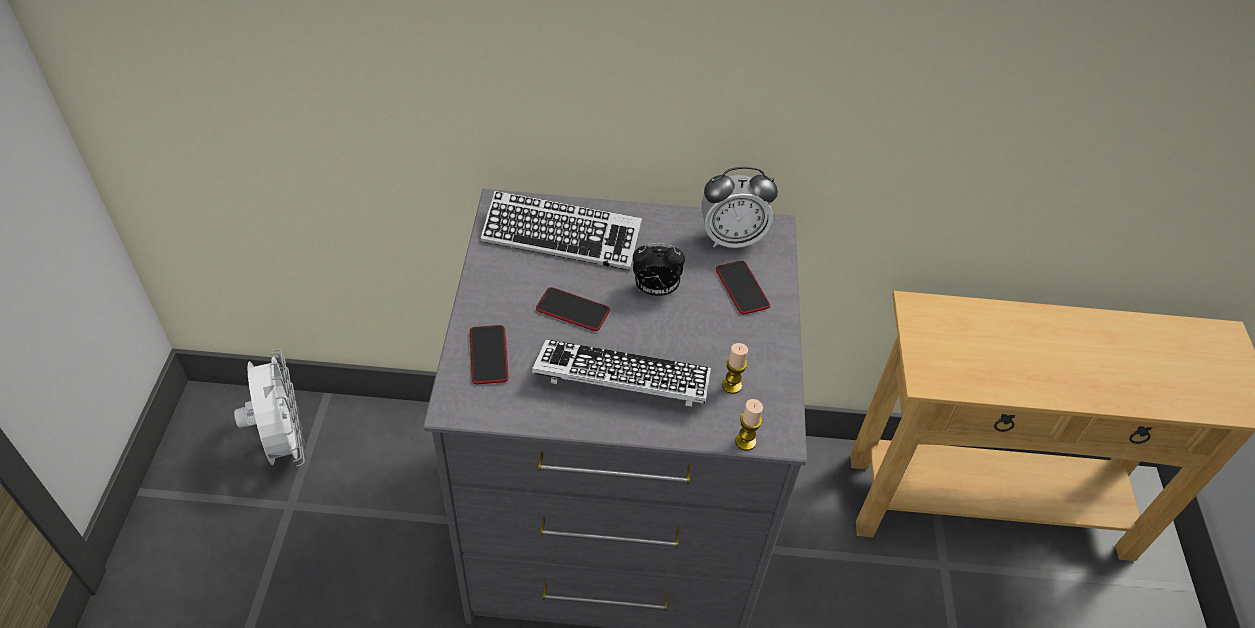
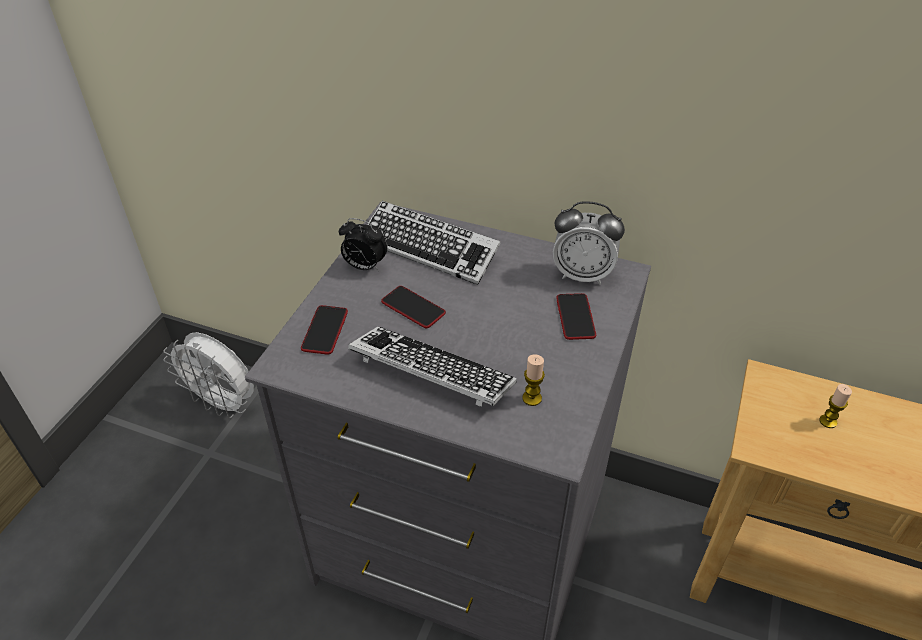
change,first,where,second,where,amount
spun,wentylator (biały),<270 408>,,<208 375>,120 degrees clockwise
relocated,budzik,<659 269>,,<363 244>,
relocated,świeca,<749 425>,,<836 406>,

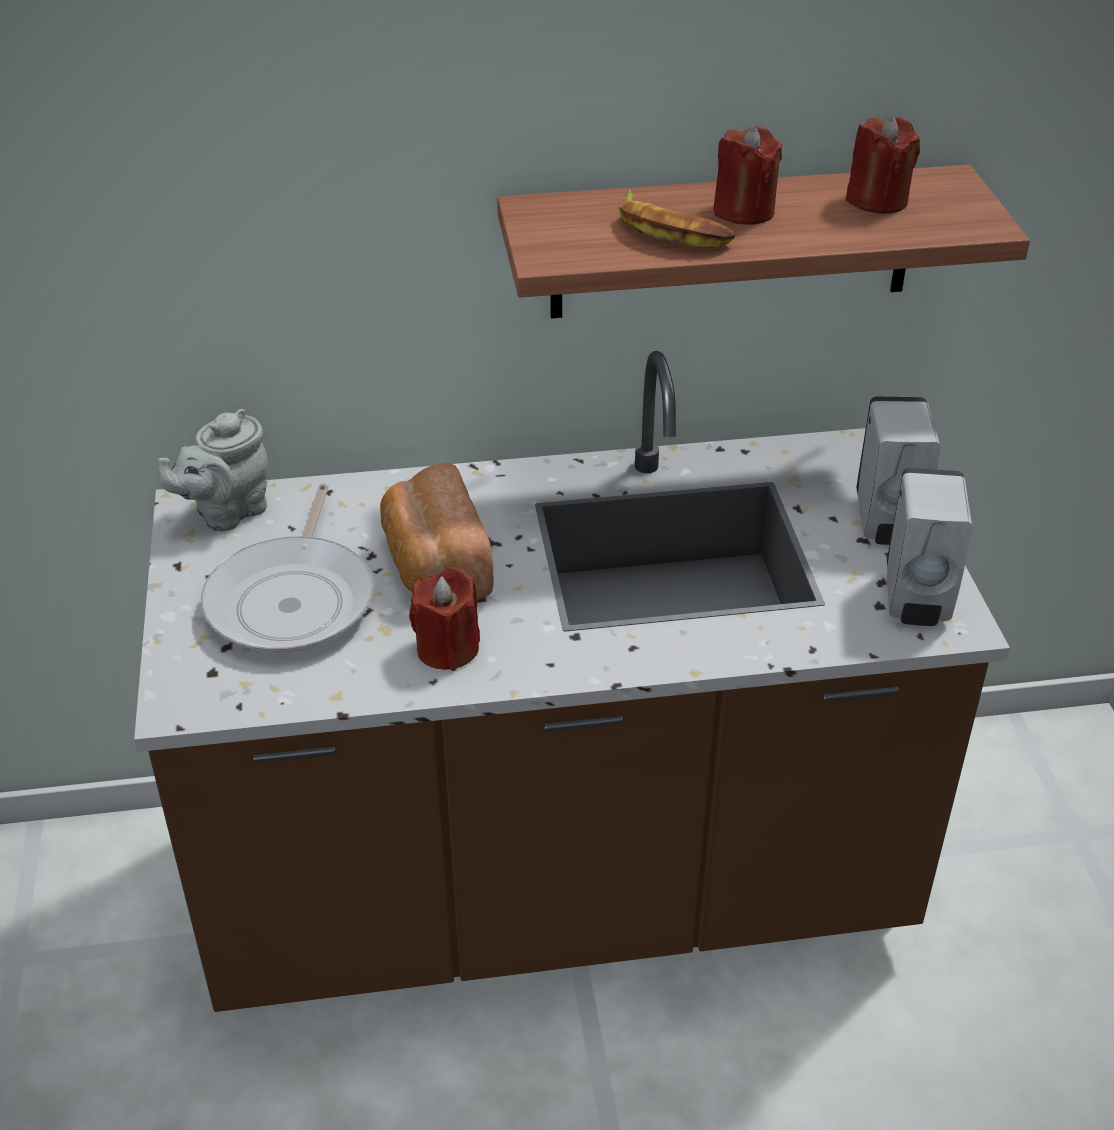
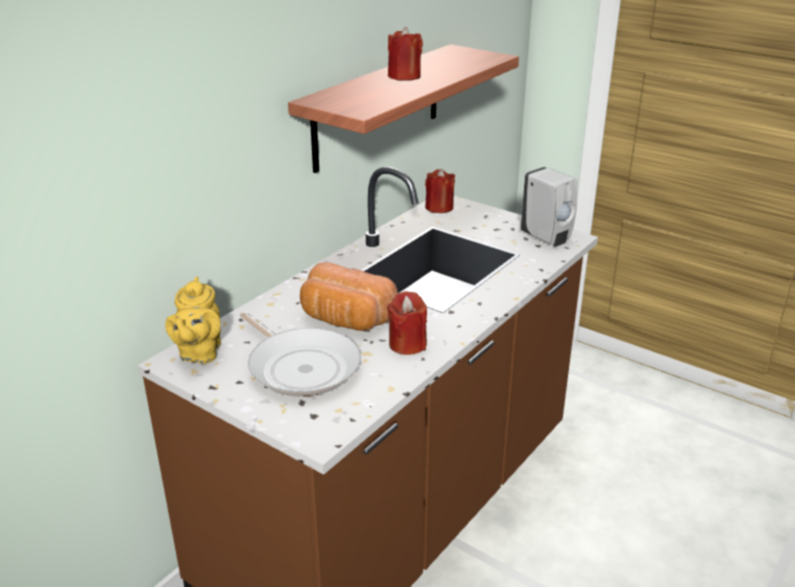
change,first,where,second,where,amount
colour,imbryk (szary),<213 470>,imbryk (żółty),<193 320>,
missing,banan,<677 218>,,,
relocated,świeca (czerwony),<883 165>,,<440 191>,
missing,dozownik mydła (biały),<898 471>,,,

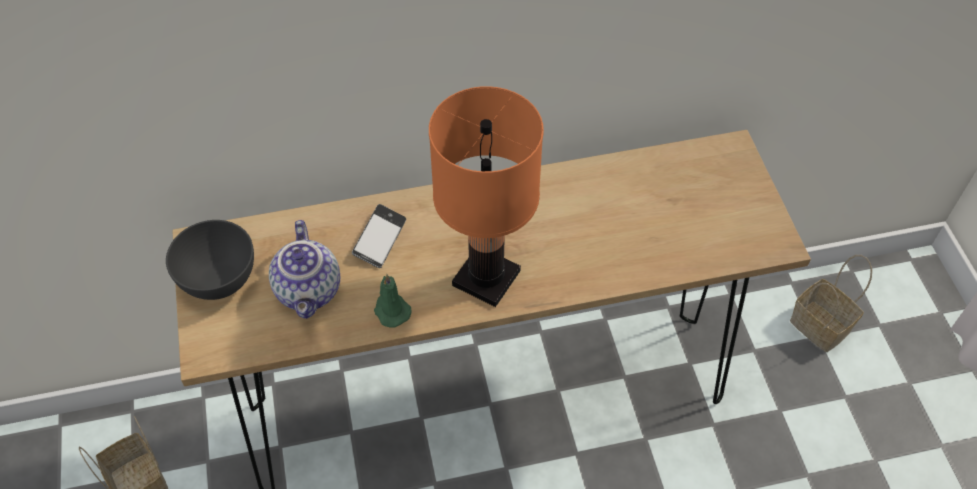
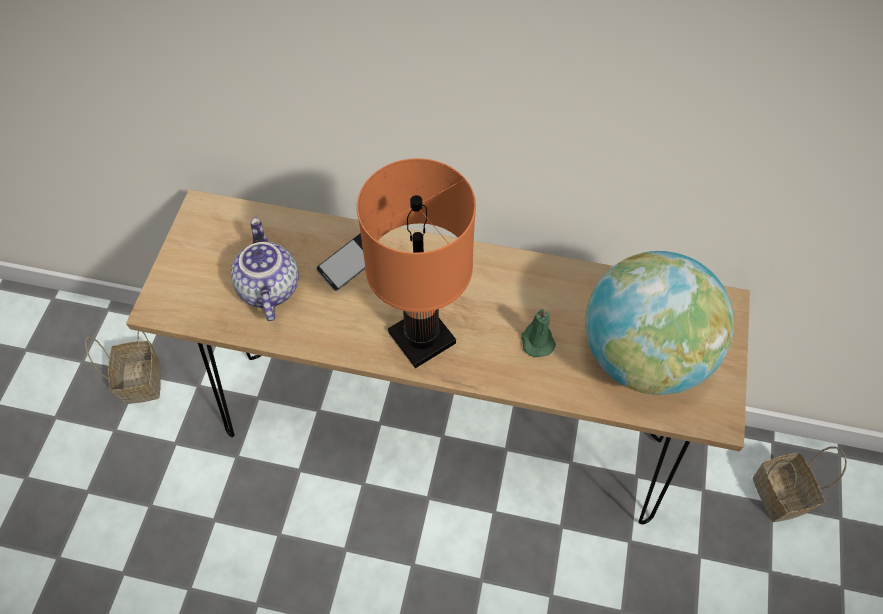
change,first,where,second,where,amount
missing,miska (szary),<210 260>,,,
spun,imbryk,<304 269>,,<265 269>,150 degrees clockwise
relocated,świeca (zielony),<392 301>,,<538 333>,
appeared,,,globus,<659 323>,

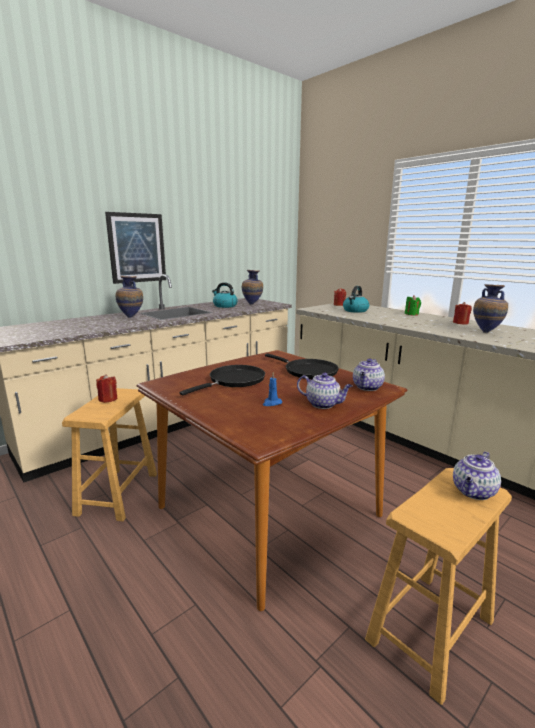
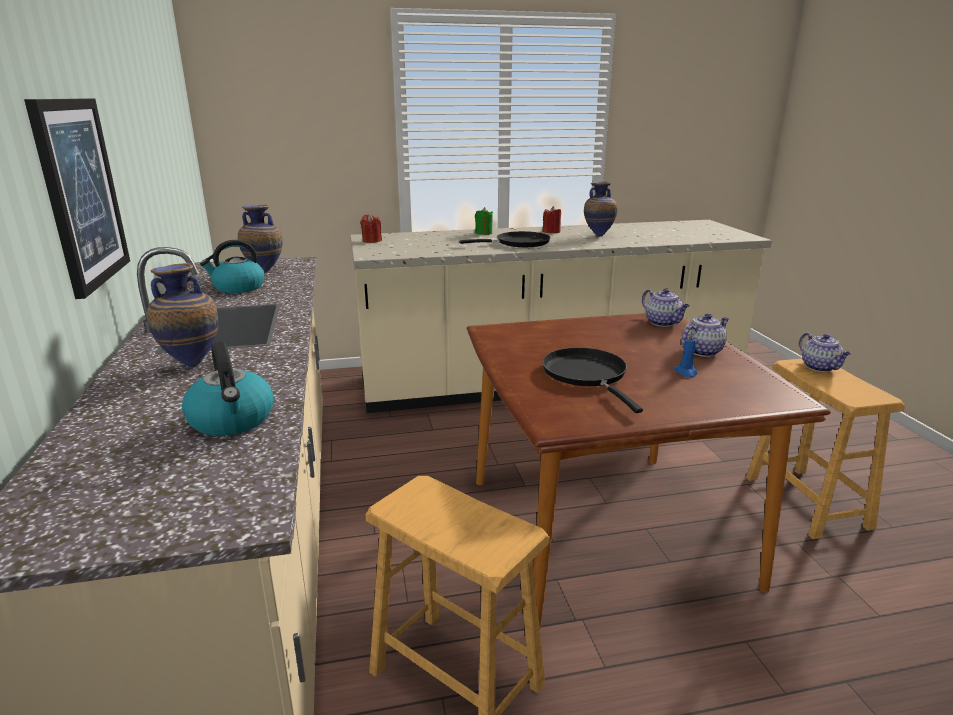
change,first,where,second,where,amount
missing,świeca (czerwony),<106 388>,,,
relocated,patelnia (czarny),<302 366>,,<505 239>,
relocated,czajnik,<356 299>,,<228 389>,

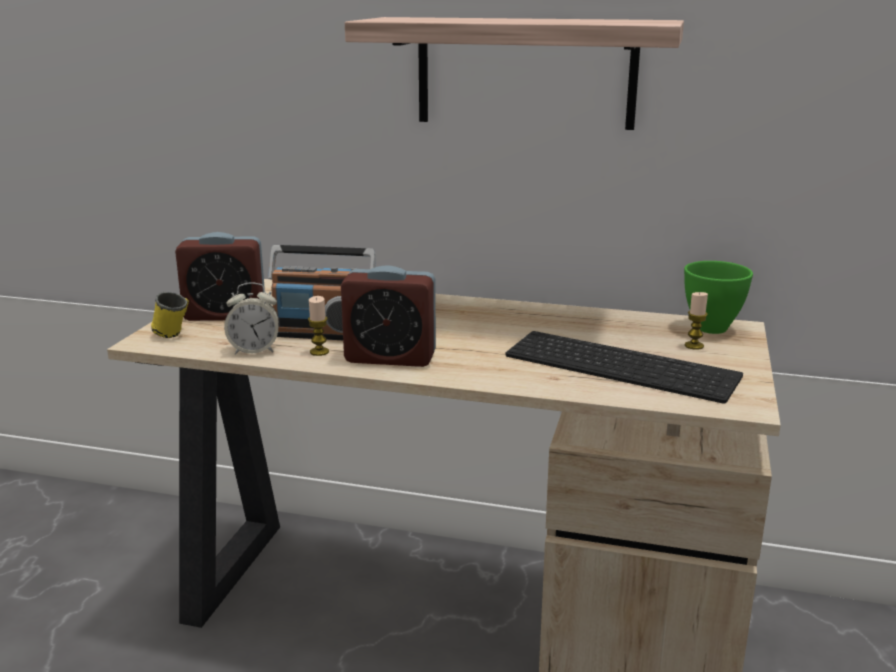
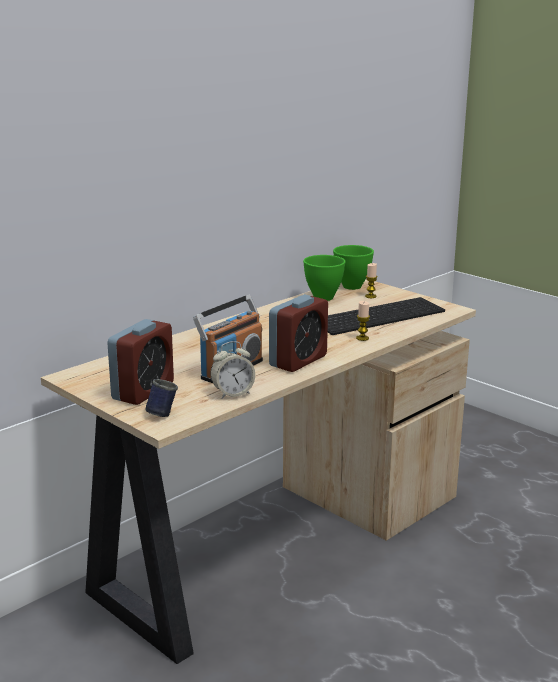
change,first,where,second,where,amount
colour,kubek (żółty),<170 315>,kubek (niebieski),<161 398>,
spun,budzik,<251 318>,,<232 370>,45 degrees clockwise
relocated,świeca,<318 326>,,<363 321>,
missing,półka,<514 73>,,,
appeared,,,miska (zielony),<324 278>,

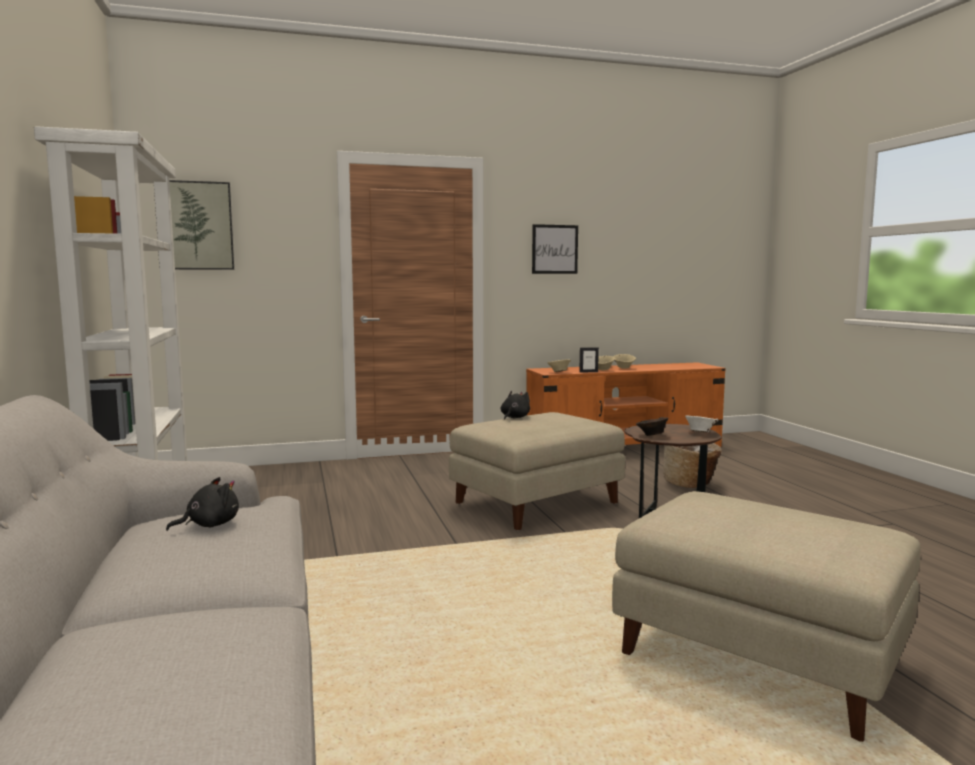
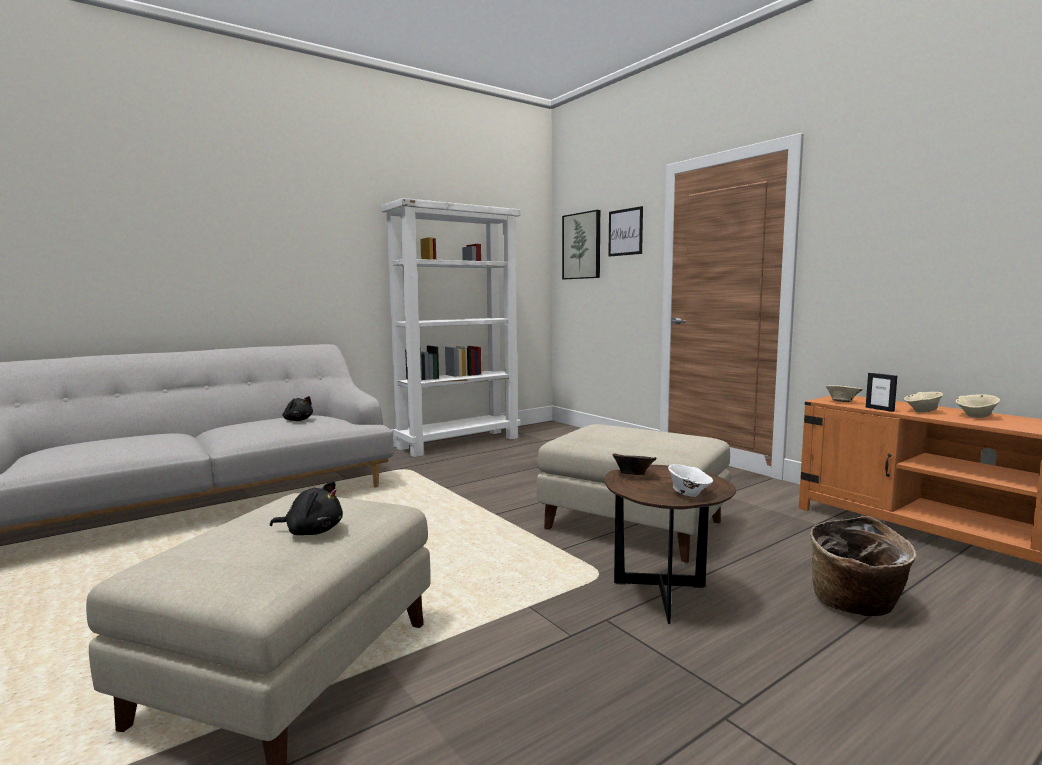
change,first,where,second,where,amount
relocated,pluszak (czarny),<515 405>,,<306 508>,
relocated,obraz,<555 249>,,<625 231>,

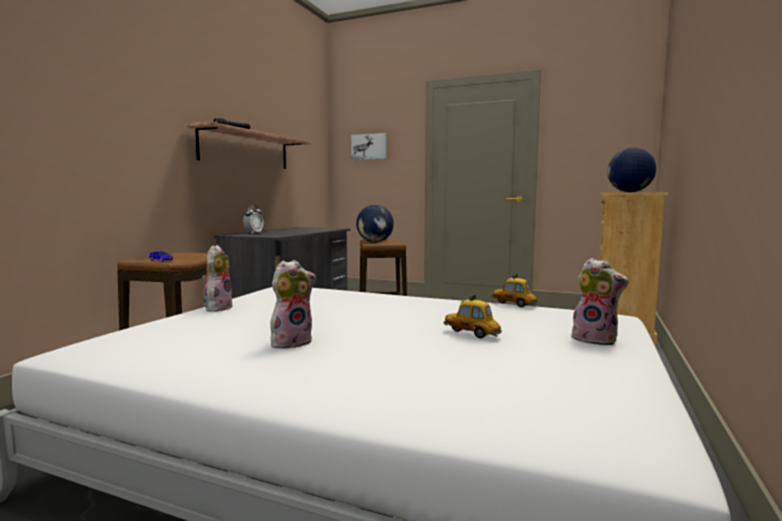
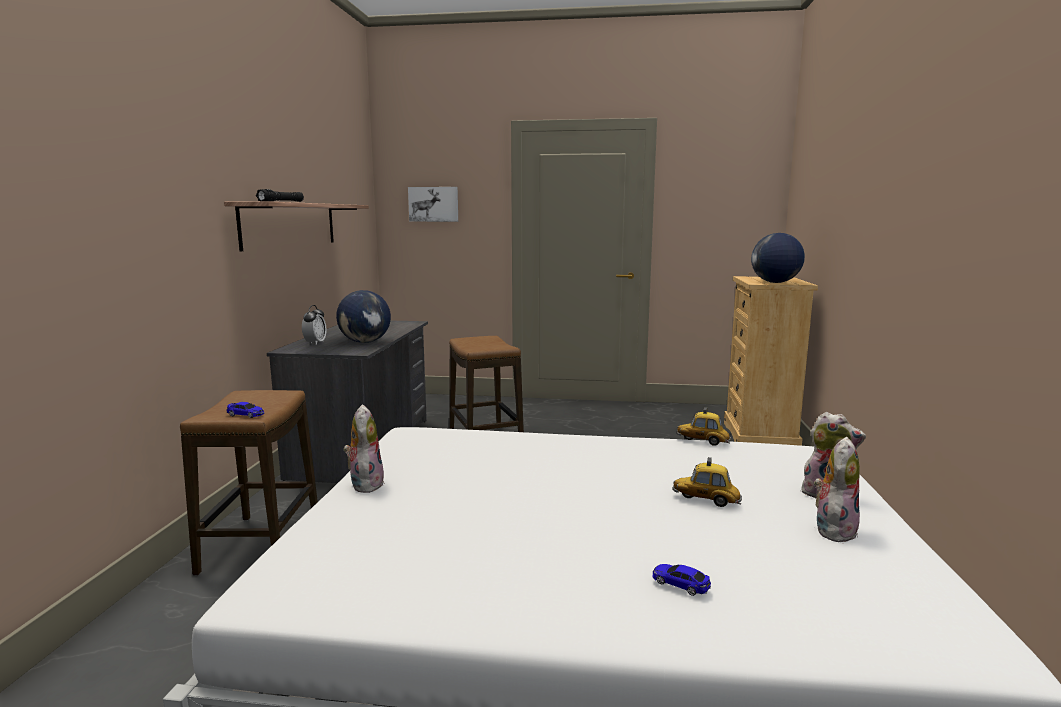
change,first,where,second,where,amount
relocated,pluszak,<293 304>,,<837 489>,
relocated,globus,<375 223>,,<363 316>,
appeared,,,samochodzik,<682 580>,

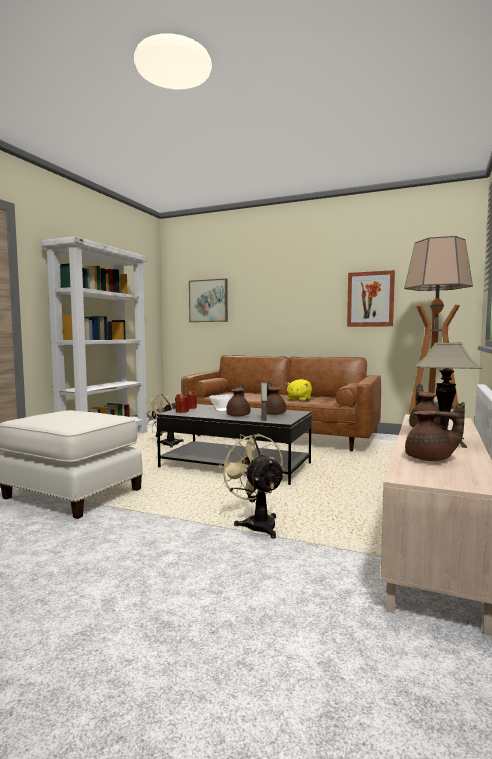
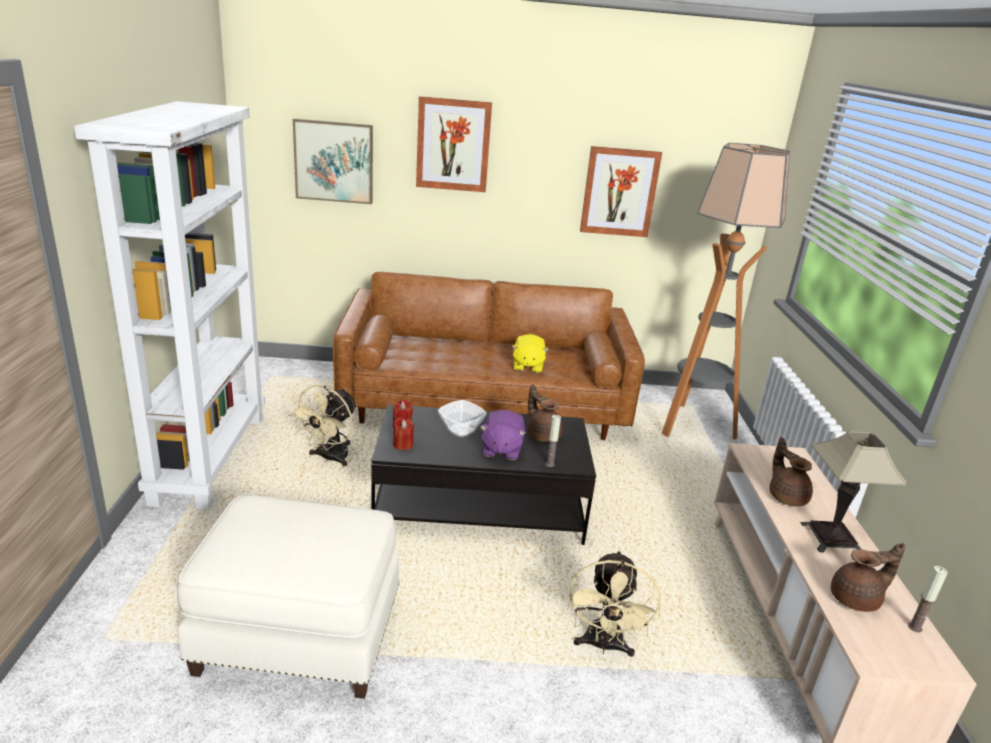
change,first,where,second,where,amount
spun,wentylator (beżowy),<251 486>,,<614 603>,120 degrees counterclockwise
exchanged,imbryk (brązowy),<238 399>,pluszak (fioletowy),<503 435>,
appeared,,,obraz,<454 144>,
appeared,,,świeca,<928 599>,

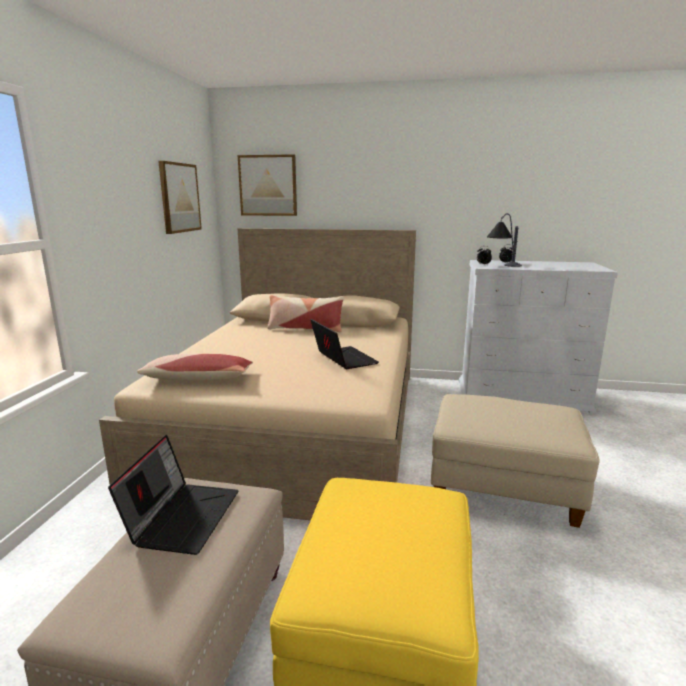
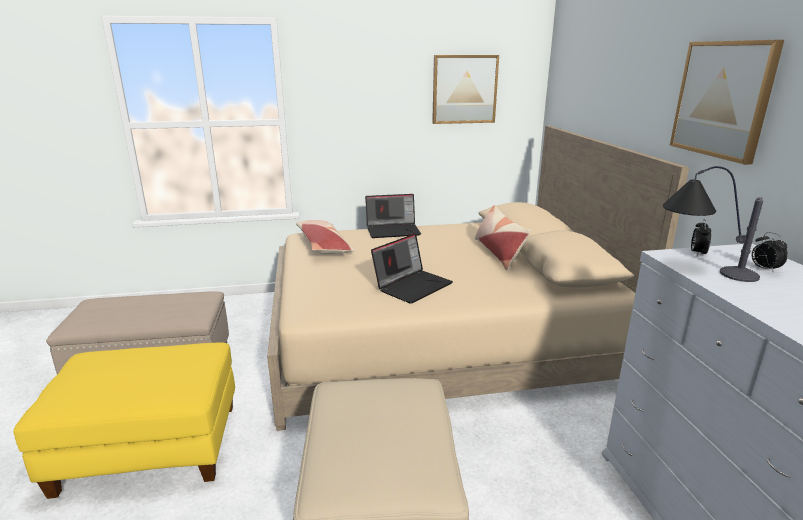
change,first,where,second,where,amount
relocated,laptop,<173 495>,,<393 216>,
relocated,obraz,<267 185>,,<727 102>,

